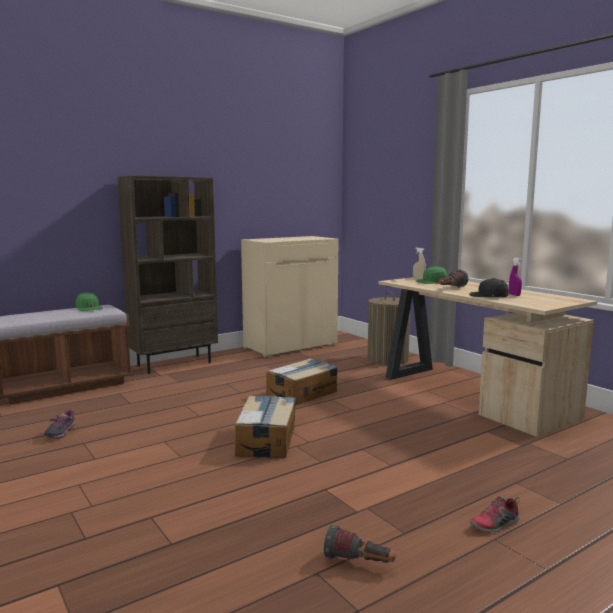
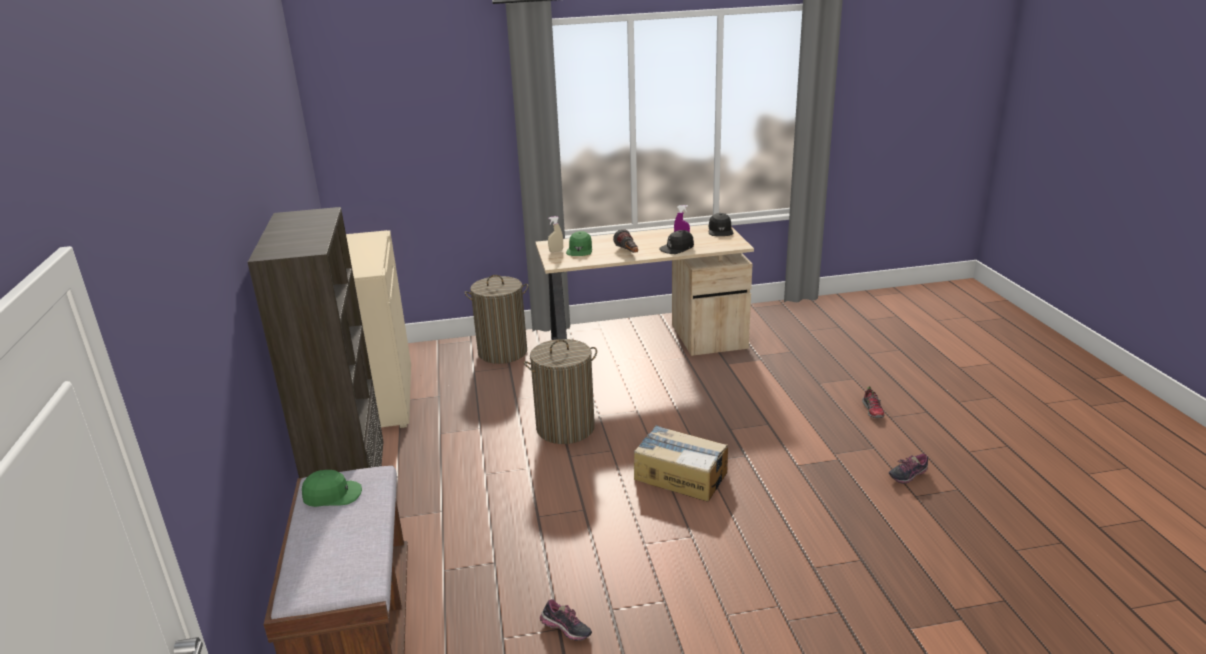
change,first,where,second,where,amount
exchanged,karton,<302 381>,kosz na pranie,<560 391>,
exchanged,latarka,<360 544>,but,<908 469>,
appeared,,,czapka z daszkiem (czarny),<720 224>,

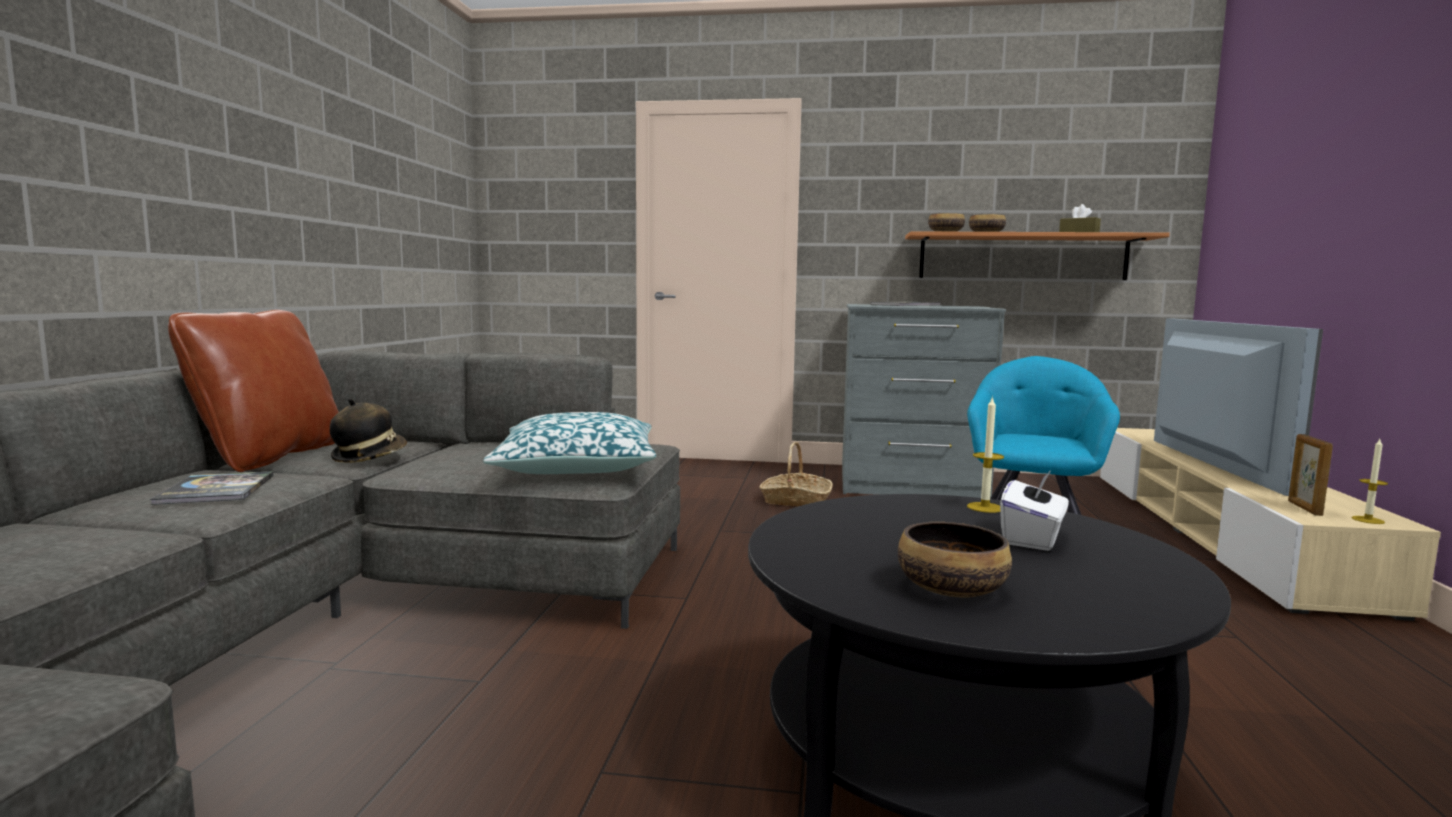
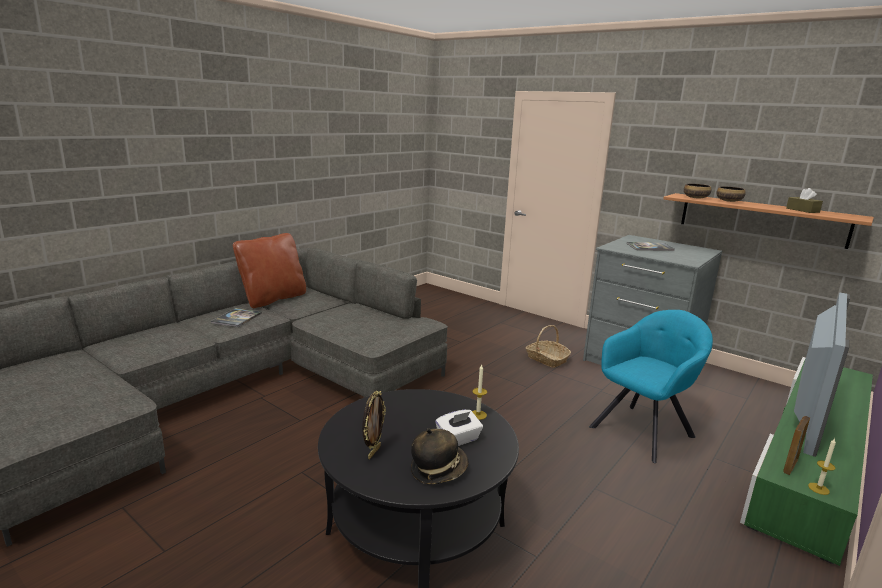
change,first,where,second,where,amount
relocated,kapelusz,<368 430>,,<439 456>,
missing,poduszka,<569 443>,,,
exchanged,miska,<955 559>,ramka na zdjęcie,<374 425>,
colour,szafka pod telewizor (beżowy),<1270 524>,szafka pod telewizor (zielony),<806 461>,

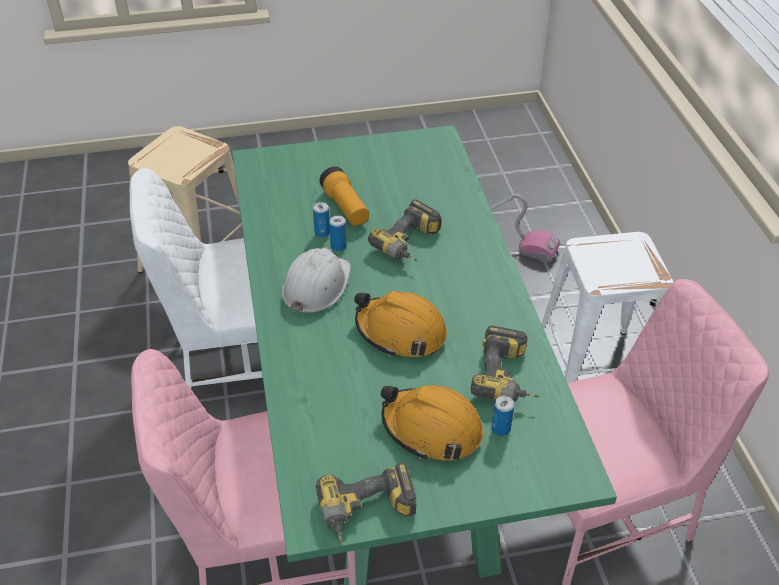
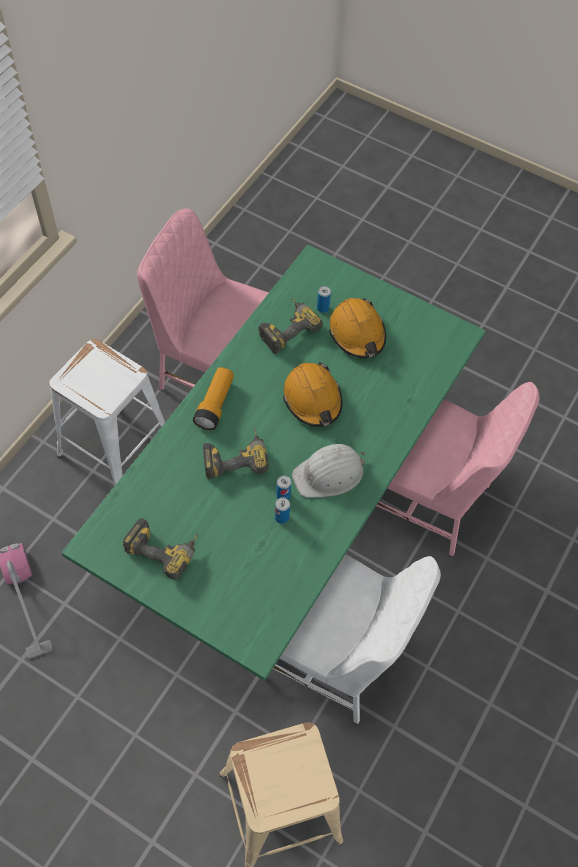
change,first,where,second,where,amount
relocated,wiertarka,<366 503>,,<160 549>,
relocated,latarka,<344 196>,,<213 398>,

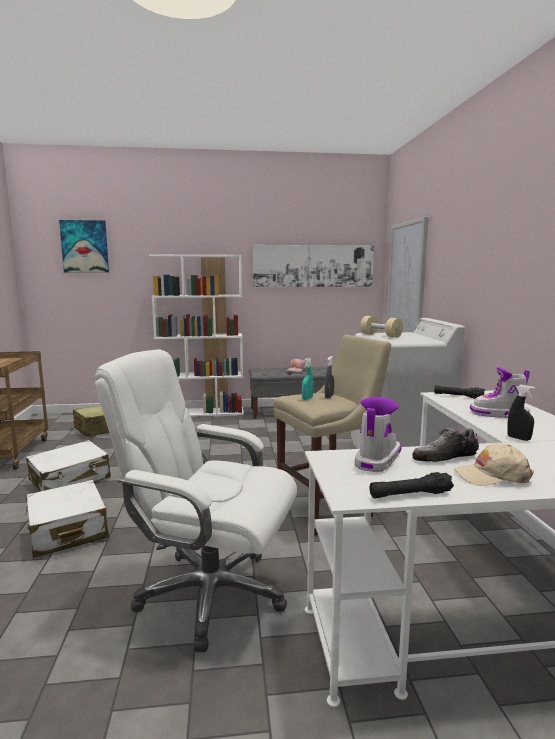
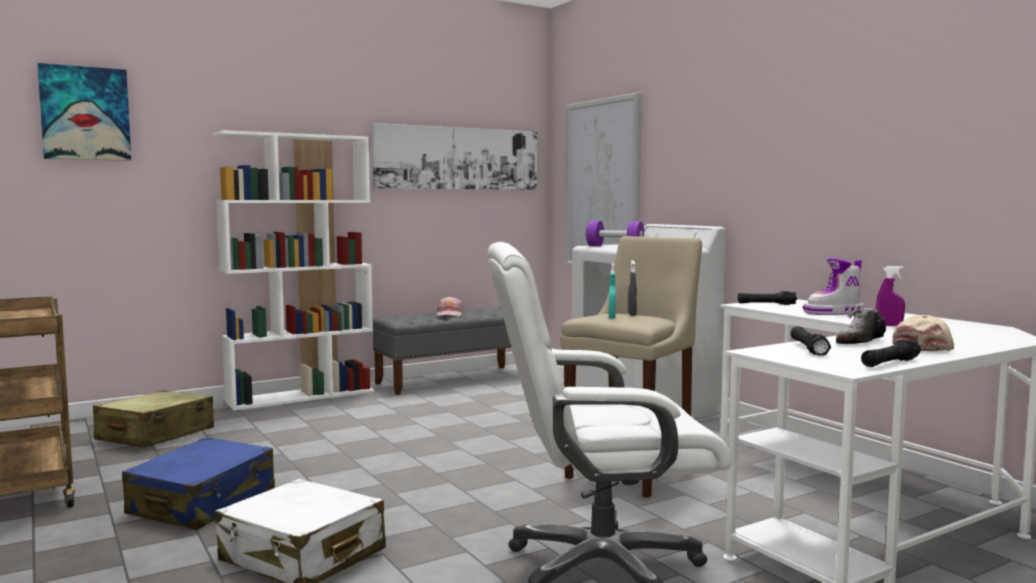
change,first,where,second,where,amount
colour,walizka (biały),<68 465>,walizka (niebieski),<198 483>,
exchanged,but z cholewką,<378 434>,latarka (czarny),<811 340>,
colour,hantel (beżowy),<381 327>,hantel (fioletowy),<615 233>,
spun,czapka z daszkiem (beżowy),<494 464>,,<923 333>,150 degrees clockwise
colour,spryskiwacz (czarny),<521 413>,spryskiwacz (fioletowy),<890 296>,

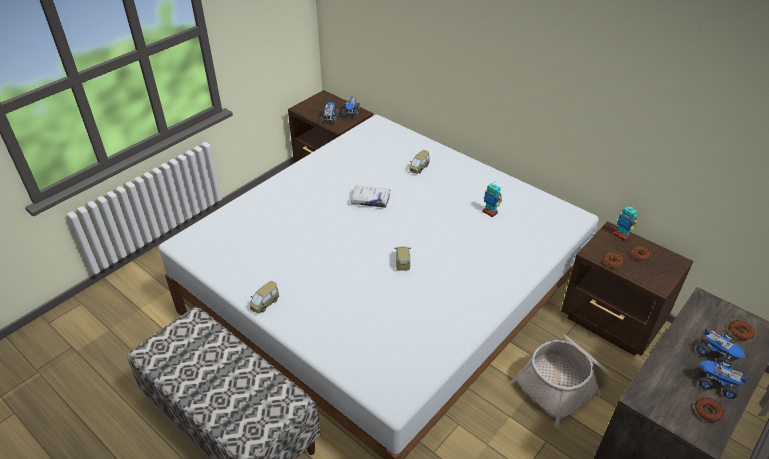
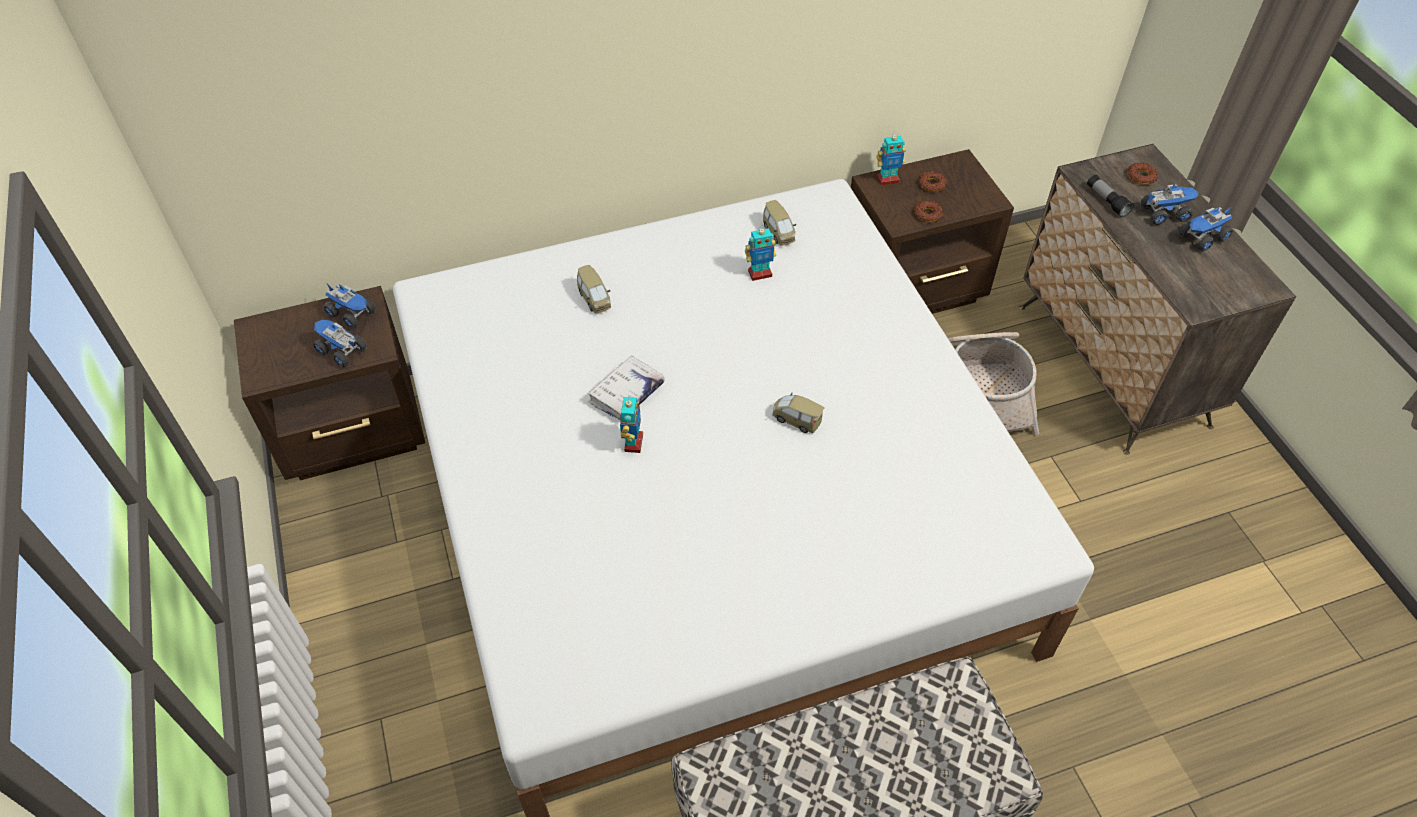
change,first,where,second,where,amount
relocated,samochodzik,<264 297>,,<779 223>,
missing,donut,<709 410>,,,
appeared,,,robot zabawkowy,<631 424>,
appeared,,,latarka,<1110 196>,

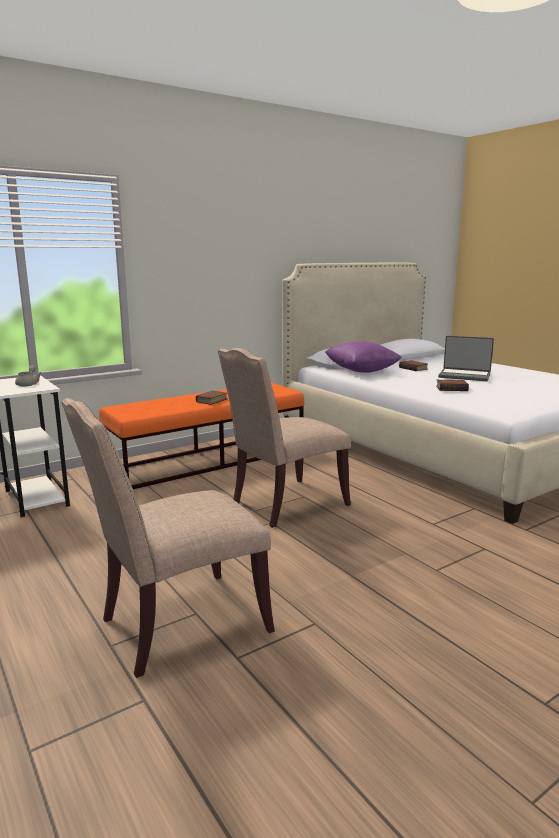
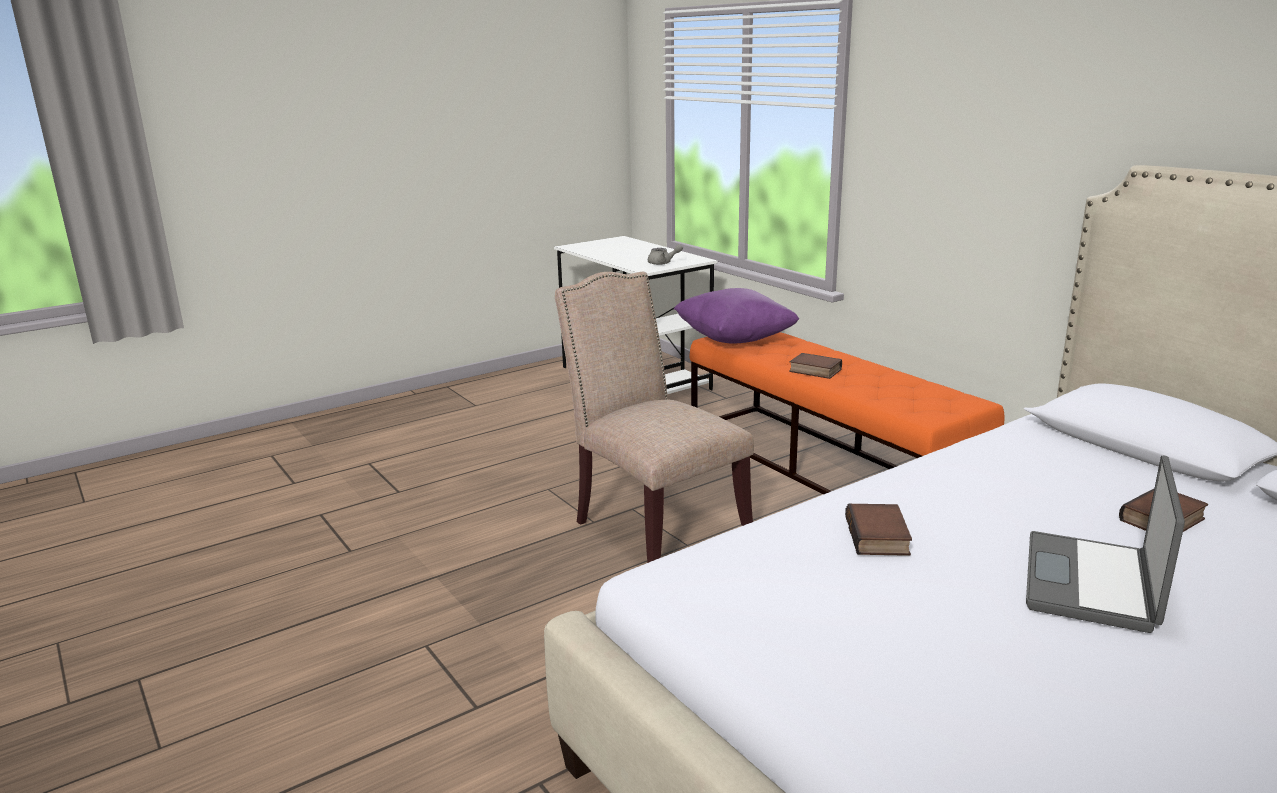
change,first,where,second,where,amount
missing,krzesło (beżowy),<168 538>,,,
relocated,poduszka (fioletowy),<363 357>,,<736 315>,

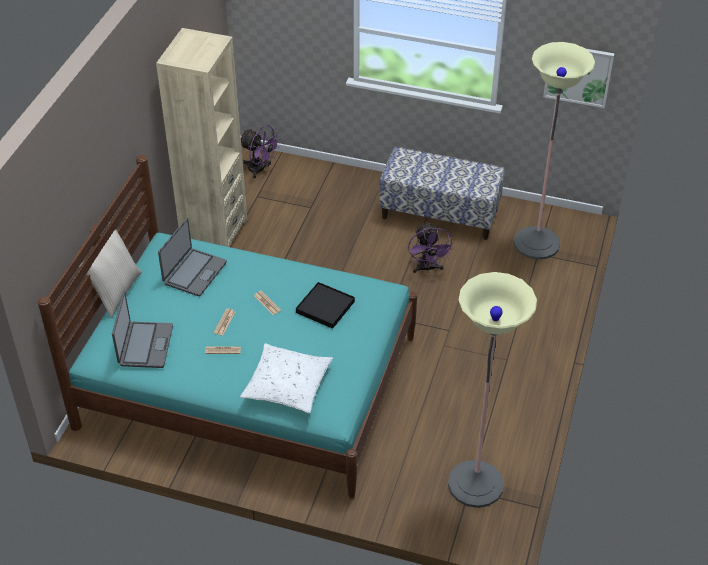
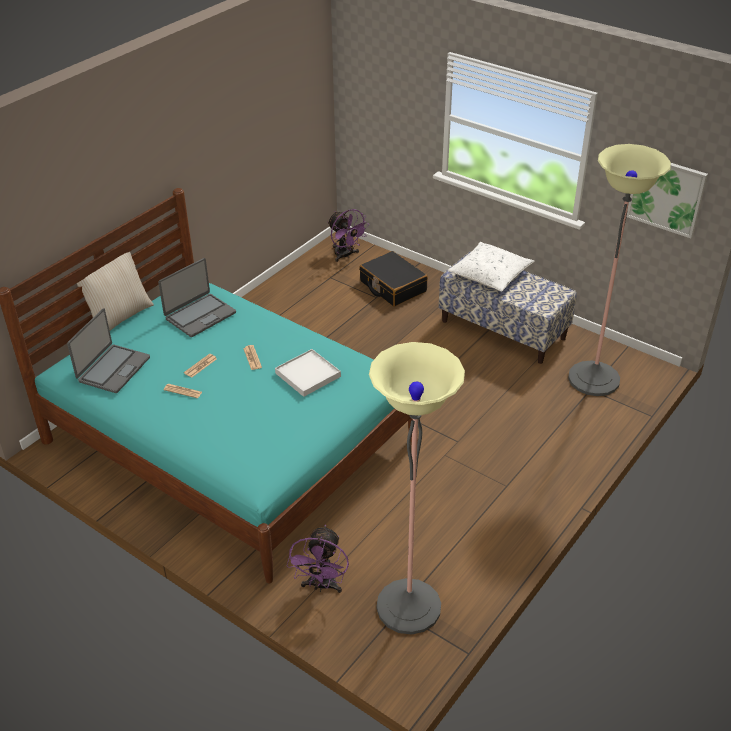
change,first,where,second,where,amount
missing,regał (beżowy),<201 137>,,,
relocated,poduszka (biały),<286 378>,,<491 266>,
colour,taca (czarny),<325 305>,taca (biały),<308 373>,
relocated,wentylator (fioletowy),<431 247>,,<318 559>,
appeared,,,walizka (czarny),<393 279>,

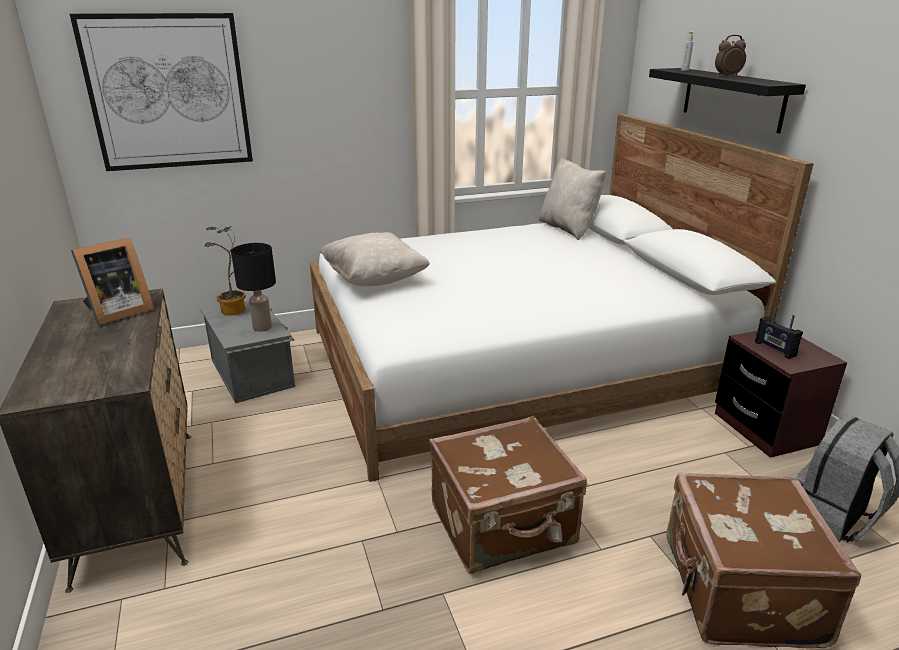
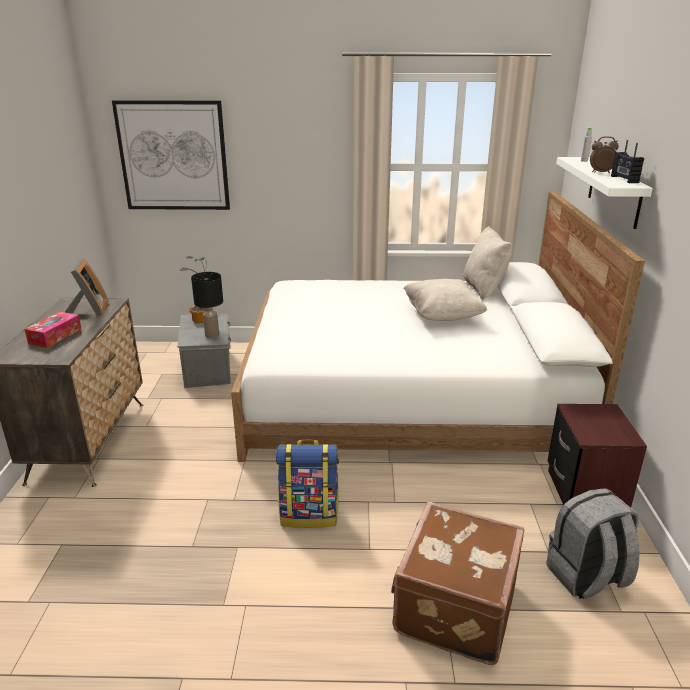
change,first,where,second,where,amount
spun,ramka na zdjęcie,<112 281>,,<87 287>,75 degrees counterclockwise
relocated,poduszka (beżowy),<374 259>,,<445 300>,
exchanged,walizka (brązowy),<508 495>,plecak,<307 484>,
colour,półka (czarny),<727 101>,półka (biały),<604 193>,
relocated,radio,<779 333>,,<627 161>,
appeared,,,pudełko chusteczek,<52 330>,

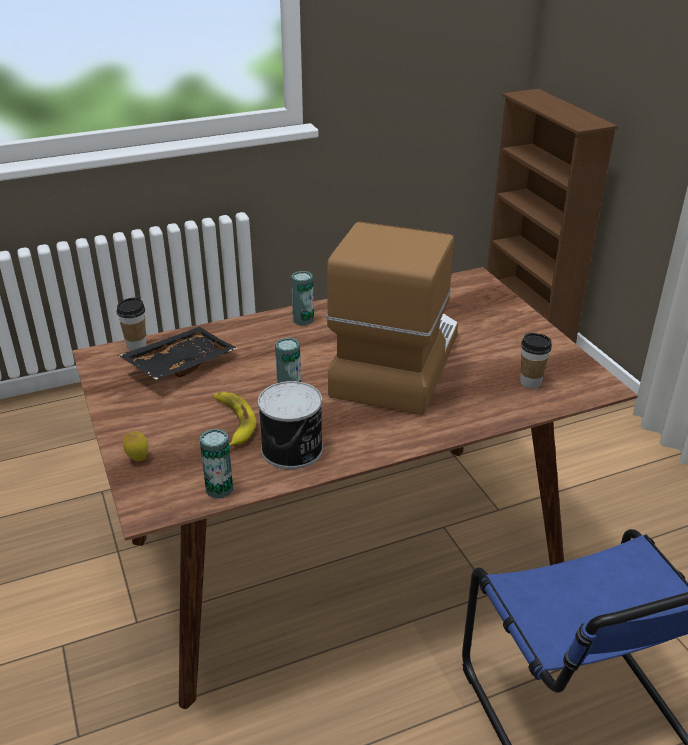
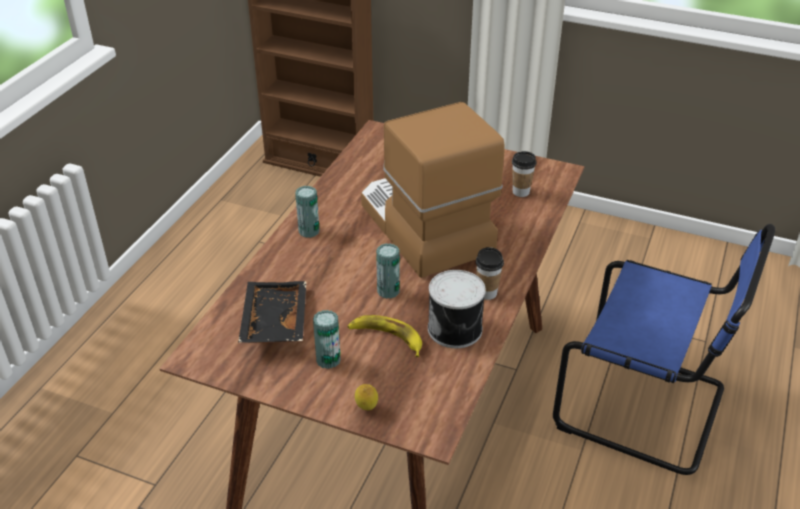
change,first,where,second,where,amount
relocated,filiżanka,<131 324>,,<490 273>,
relocated,puszka,<216 464>,,<327 339>,

